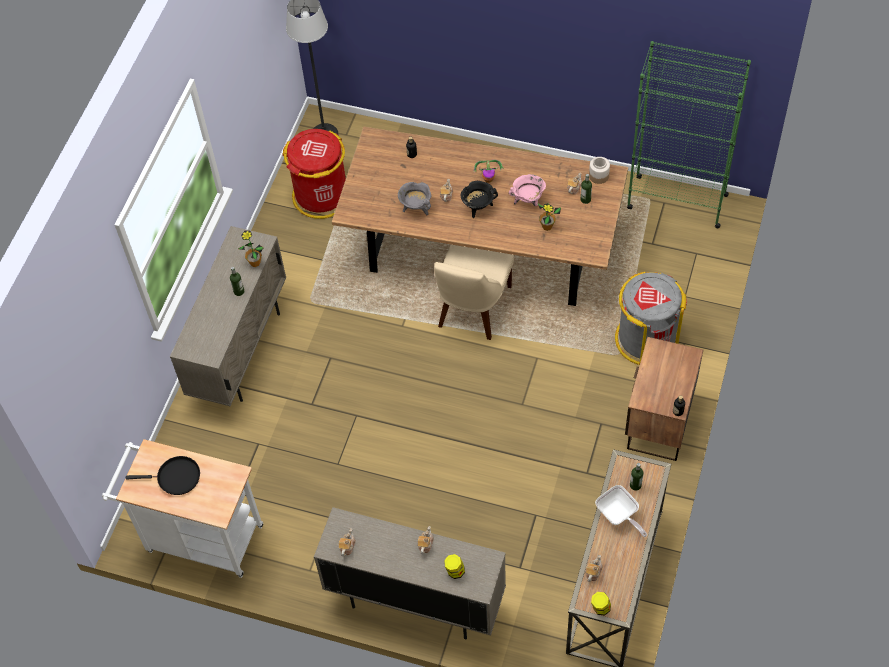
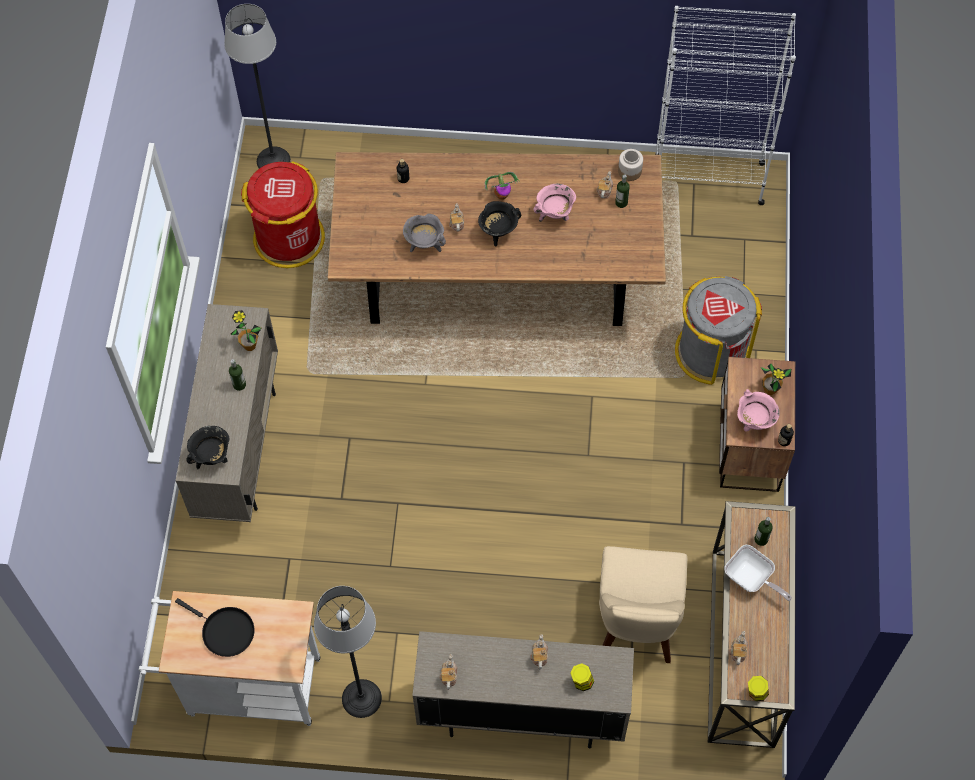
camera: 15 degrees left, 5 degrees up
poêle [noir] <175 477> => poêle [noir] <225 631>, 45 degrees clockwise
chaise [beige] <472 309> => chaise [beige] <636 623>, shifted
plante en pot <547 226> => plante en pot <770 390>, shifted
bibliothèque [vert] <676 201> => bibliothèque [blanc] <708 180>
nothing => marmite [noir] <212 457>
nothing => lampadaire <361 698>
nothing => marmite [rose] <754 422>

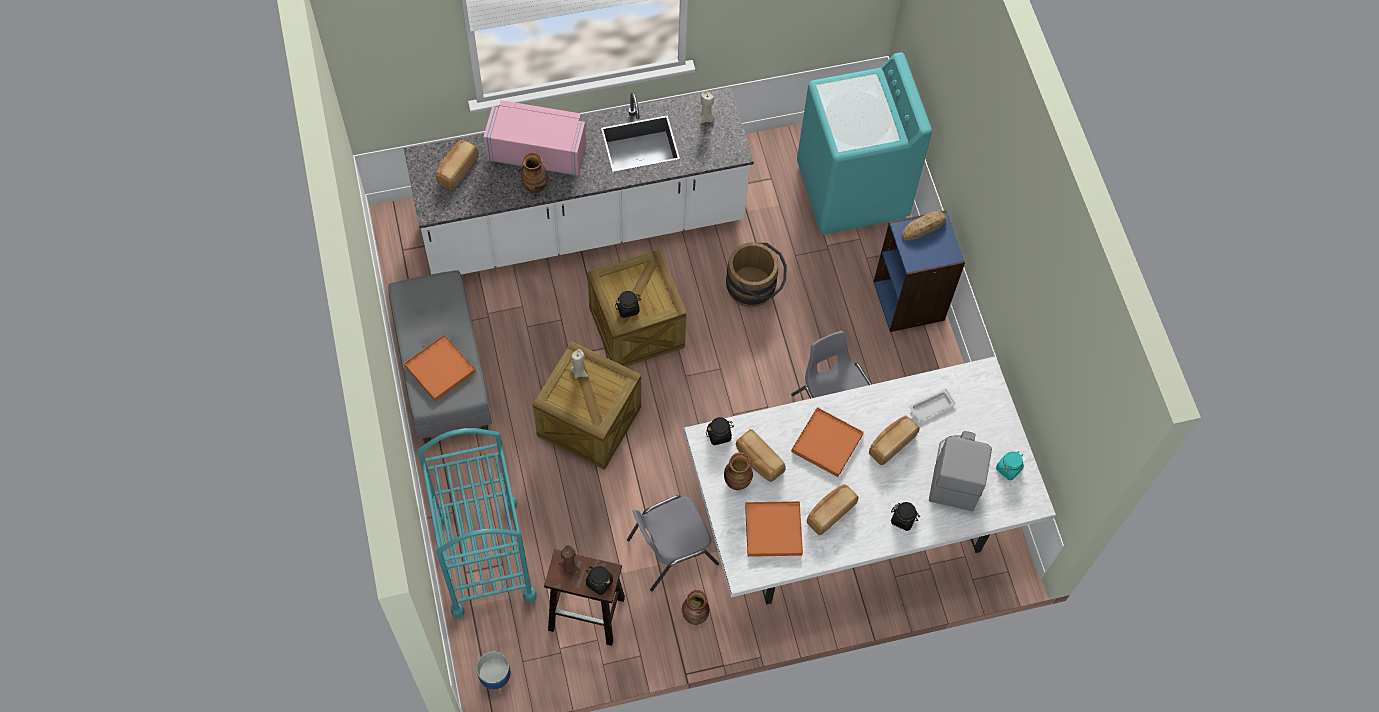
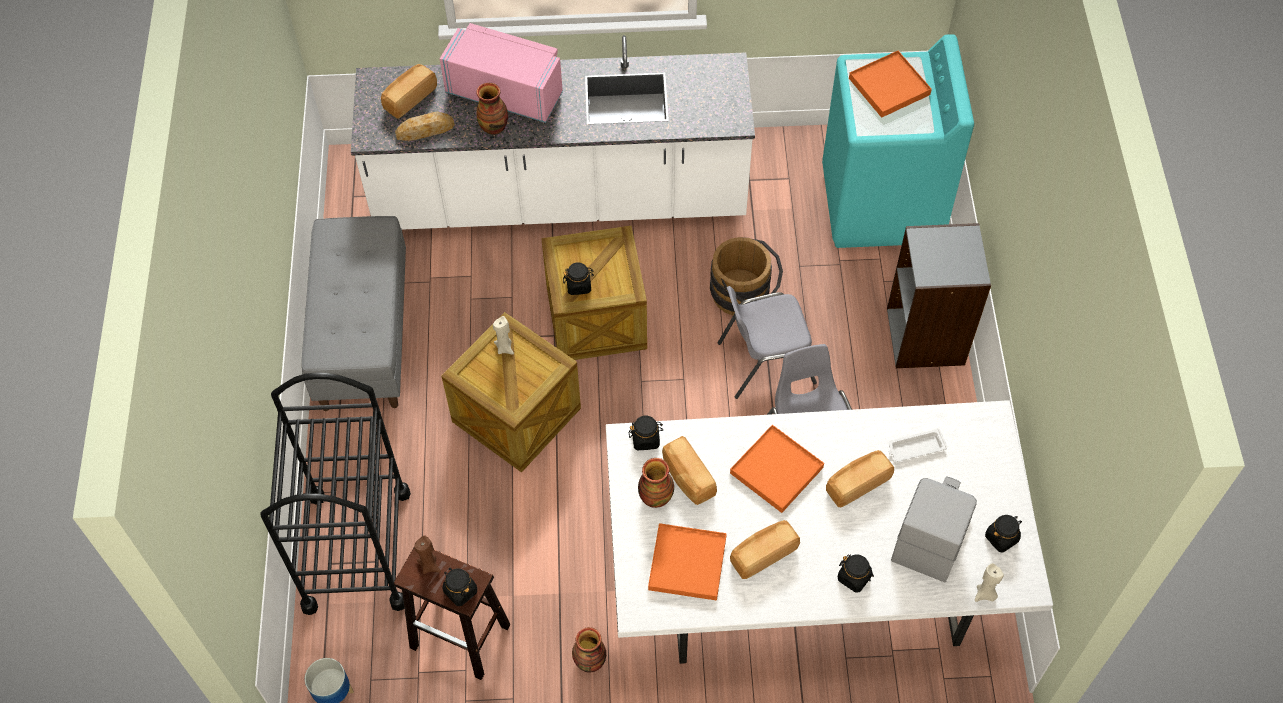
camera: 15 degrees right, 5 degrees down
plateau [orange] <440 369> => plateau [orange] <889 86>, shifted
chariot [turquoise] <484 557> => chariot [noir] <357 549>
chaise [gris] <670 551> => chaise [gris] <764 362>, shifted
bougie [beige] <706 118> => bougie [beige] <985 594>, shifted
bibliothèque [bleu] <909 301> => bibliothèque [gris] <926 336>
pain <923 227> => pain <425 130>, shifted
bocal [turquoise] <1008 468> => bocal [noir] <1001 538>

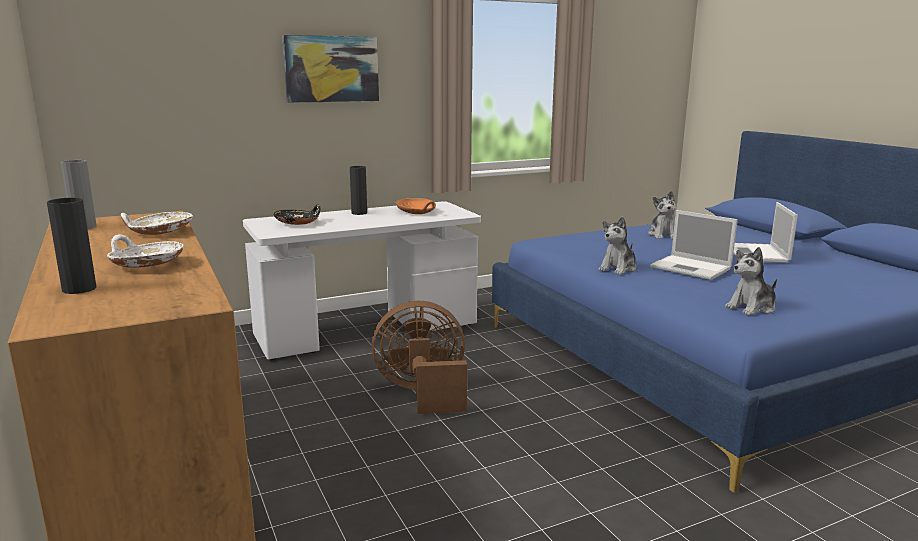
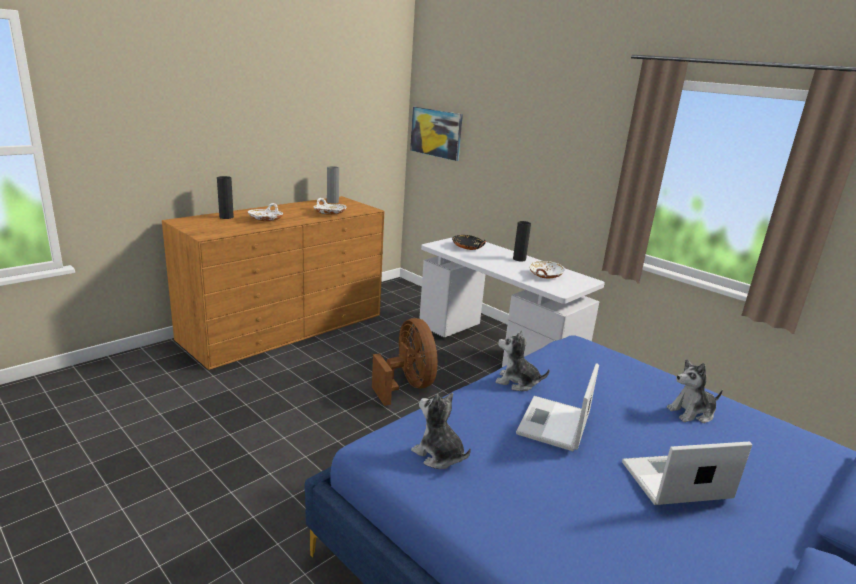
camera: 70 degrees right, 5 degrees up
tableau <331 69> => tableau <436 133>, shifted
bol [orange] <416 212> => bol [blanc] <545 275>

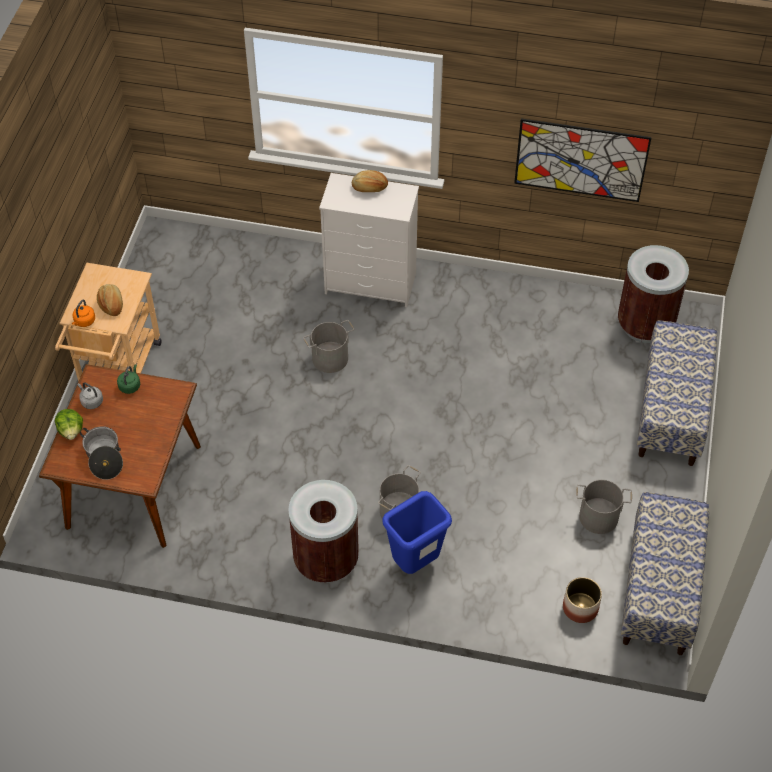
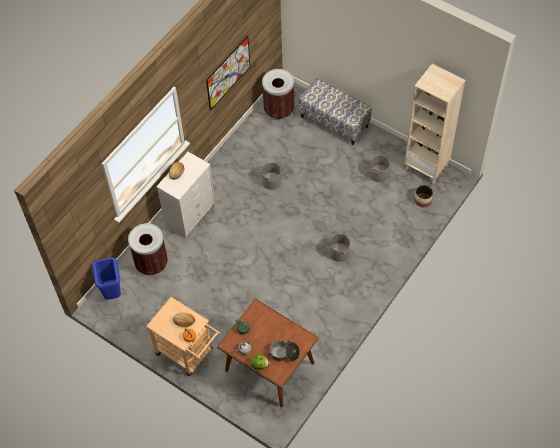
camera: 65 degrees left, 5 degrees up
poubelle [marron] <326 560> => poubelle [marron] <151 263>, shifted
seau [gris] <329 358> => seau [gris] <271 181>, shifted
poubelle [bleu] <416 563> => poubelle [bleu] <112 293>, shifted
banc <659 590> => bibliothèque [beige] <426 167>

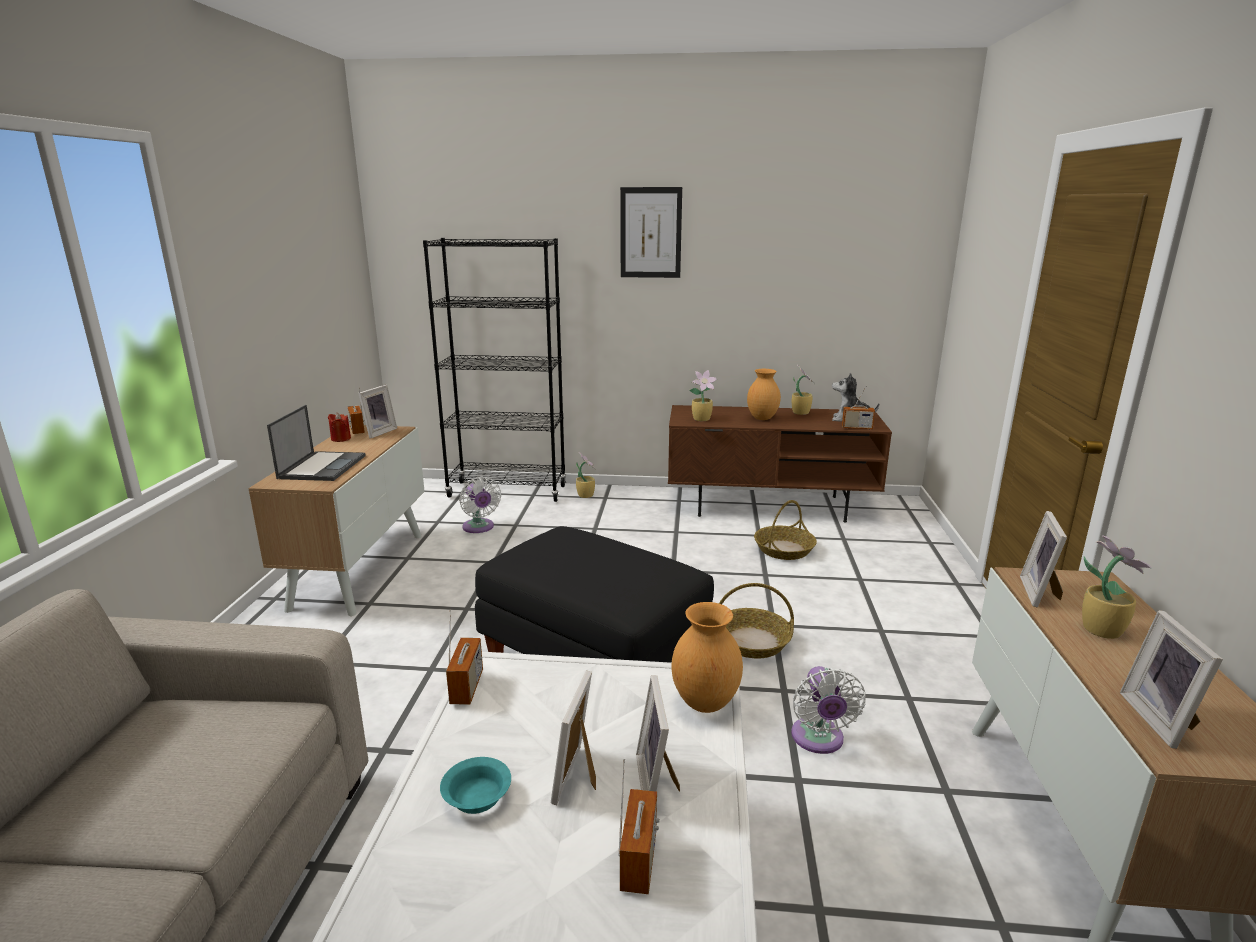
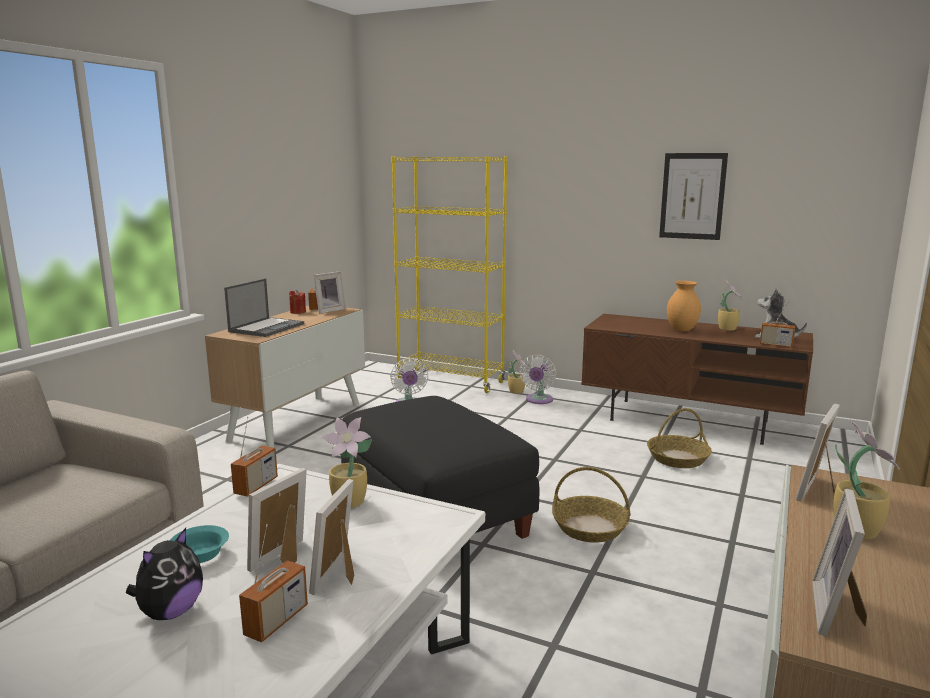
camera: 20 degrees right, 5 degrees down
bibliothèque [noir] <507 491> => bibliothèque [jaune] <451 381>
tableau <650 233> => tableau <692 196>, shifted
vase [marron] <704 702> => nothing
plante en pot <702 419> => plante en pot <350 503>, shifted
ventilateur [blanc] <818 740> => ventilateur [blanc] <538 400>, shifted
nothing => peluche <170 612>

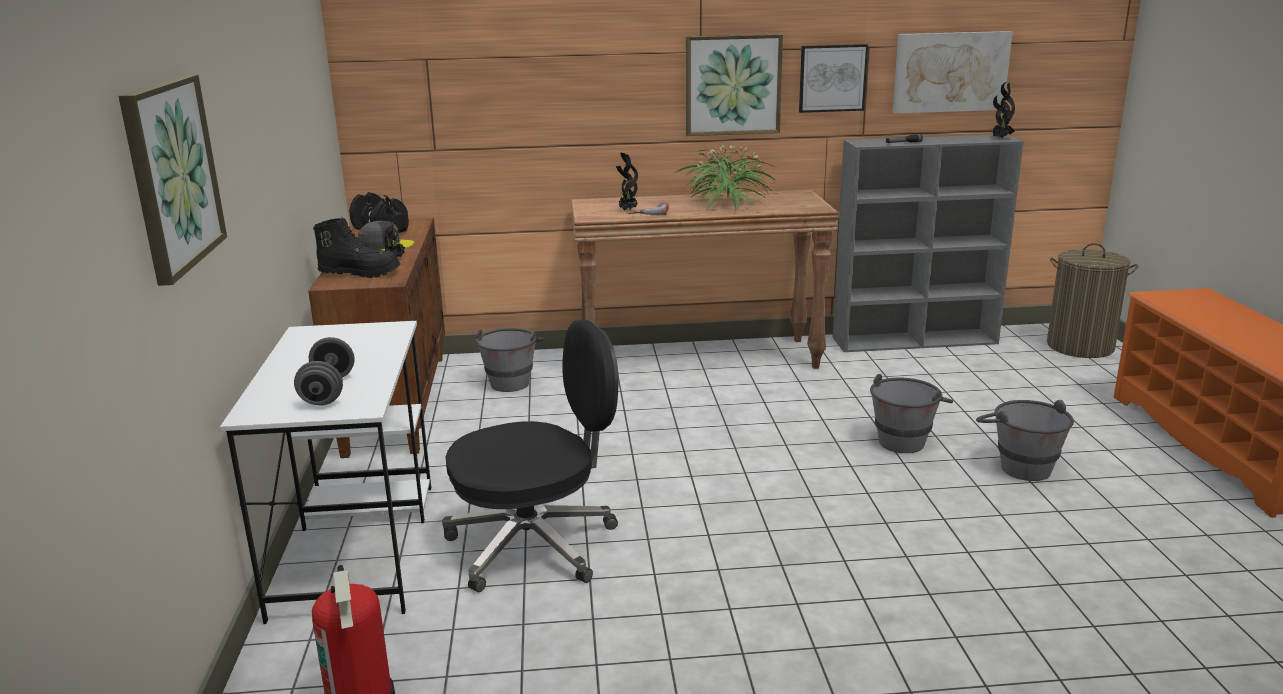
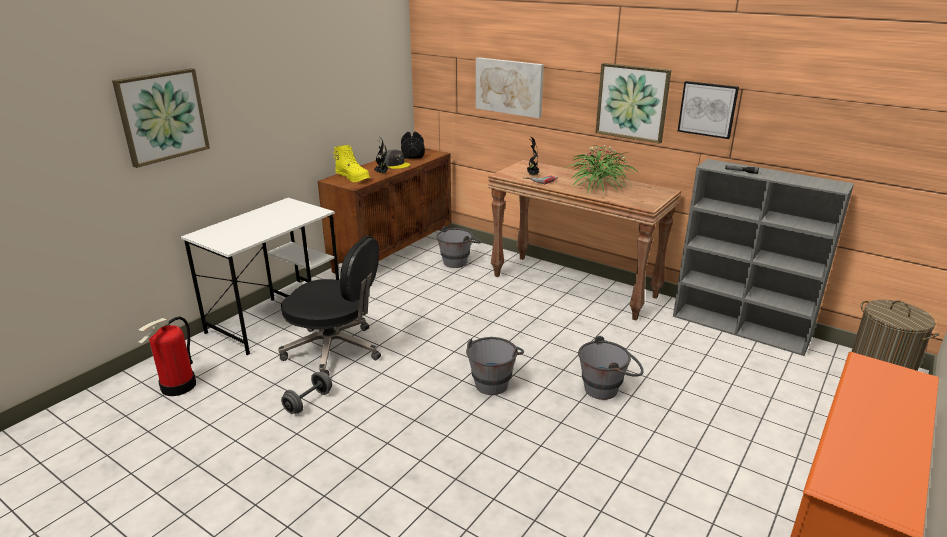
camera: 40 degrees right, 5 degrees up
haltère [gris] <328 391> => haltère [gris] <308 402>, shifted
botte [noir] <360 273> => botte [jaune] <353 177>
tableau <950 72> => tableau <509 87>, shifted
seau [gris] <1018 465> => seau [gris] <493 381>, shifted
plante en pot <1000 138> => nothing

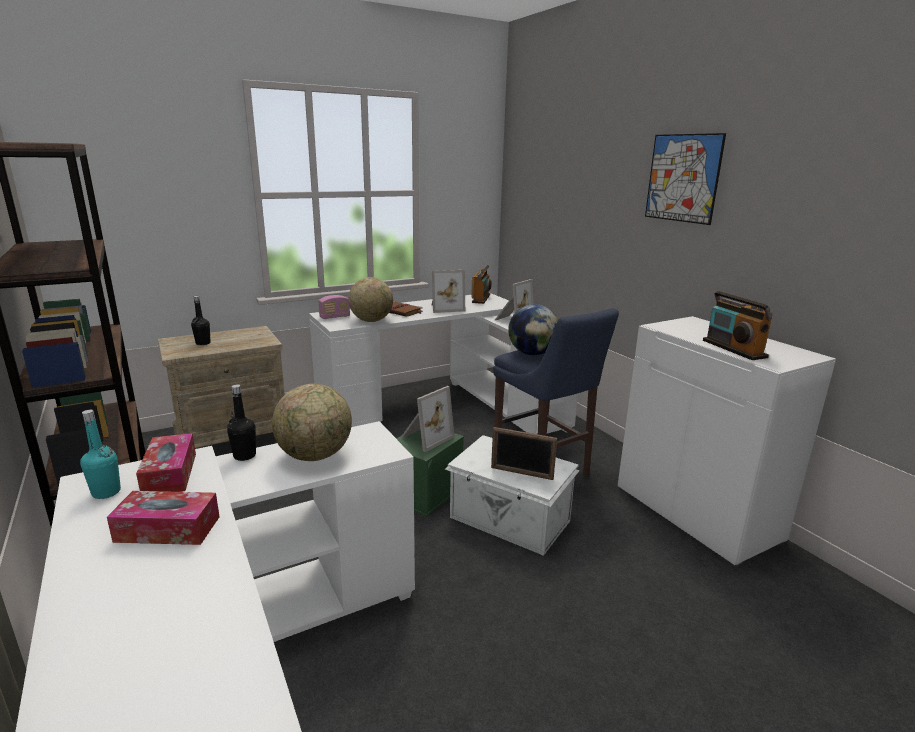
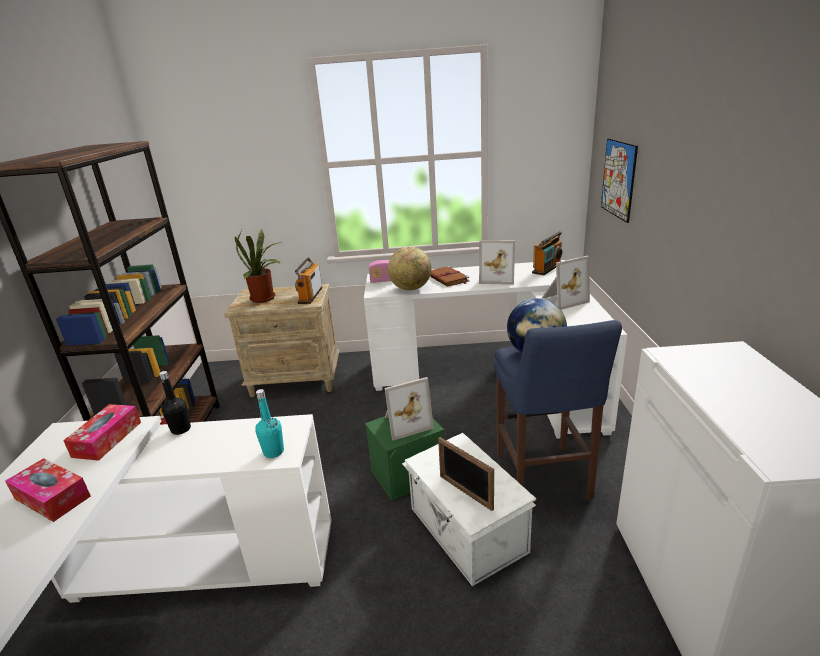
camera: 30 degrees right, 5 degrees up
bouteille [turquoise] <106 492> => bouteille [turquoise] <273 452>, shifted
bouteille [noir] <203 343> => plante en pot <265 298>
globe <315 456> => nothing
tableau <682 178> => tableau <618 179>, shifted
radio <733 349> => radio <310 295>, shifted

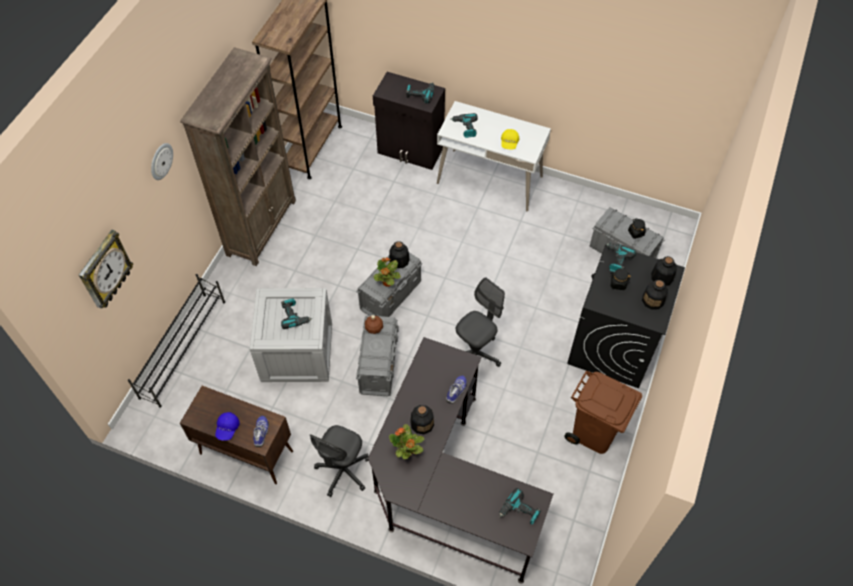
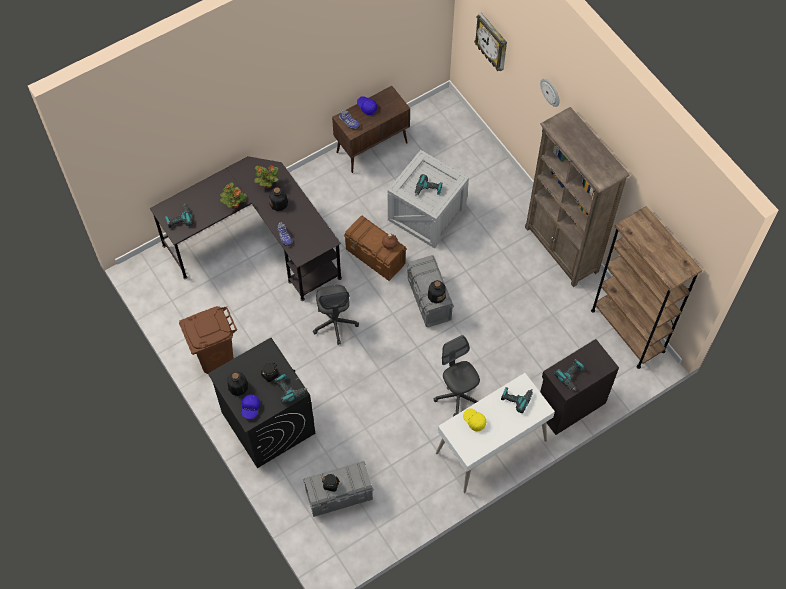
camera: 125 degrees right, 5 degrees up
étagère à chaussures [noir] <184 348> => nothing
chaise de bureau [gris] <343 471> => chaise de bureau [gris] <457 395>, shifted
boîte de rangement [gris] <379 365> => boîte de rangement [marron] <375 257>
plante en pot <387 283> => plante en pot <234 204>, shifted
bouteille <661 277> => casquette [bleu] <250 408>

